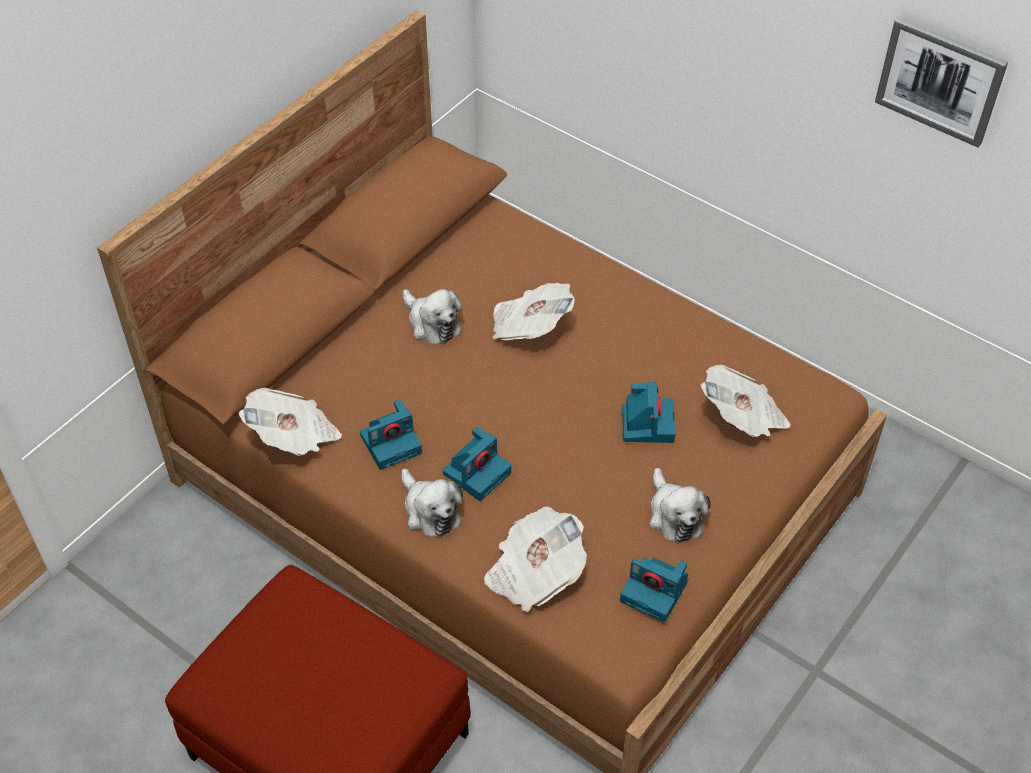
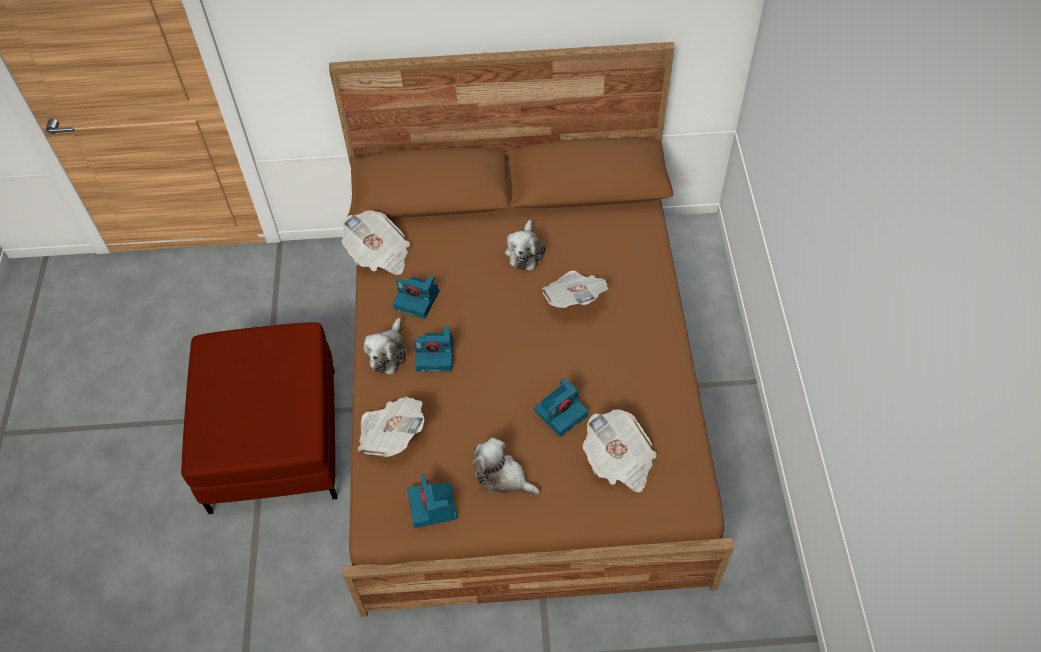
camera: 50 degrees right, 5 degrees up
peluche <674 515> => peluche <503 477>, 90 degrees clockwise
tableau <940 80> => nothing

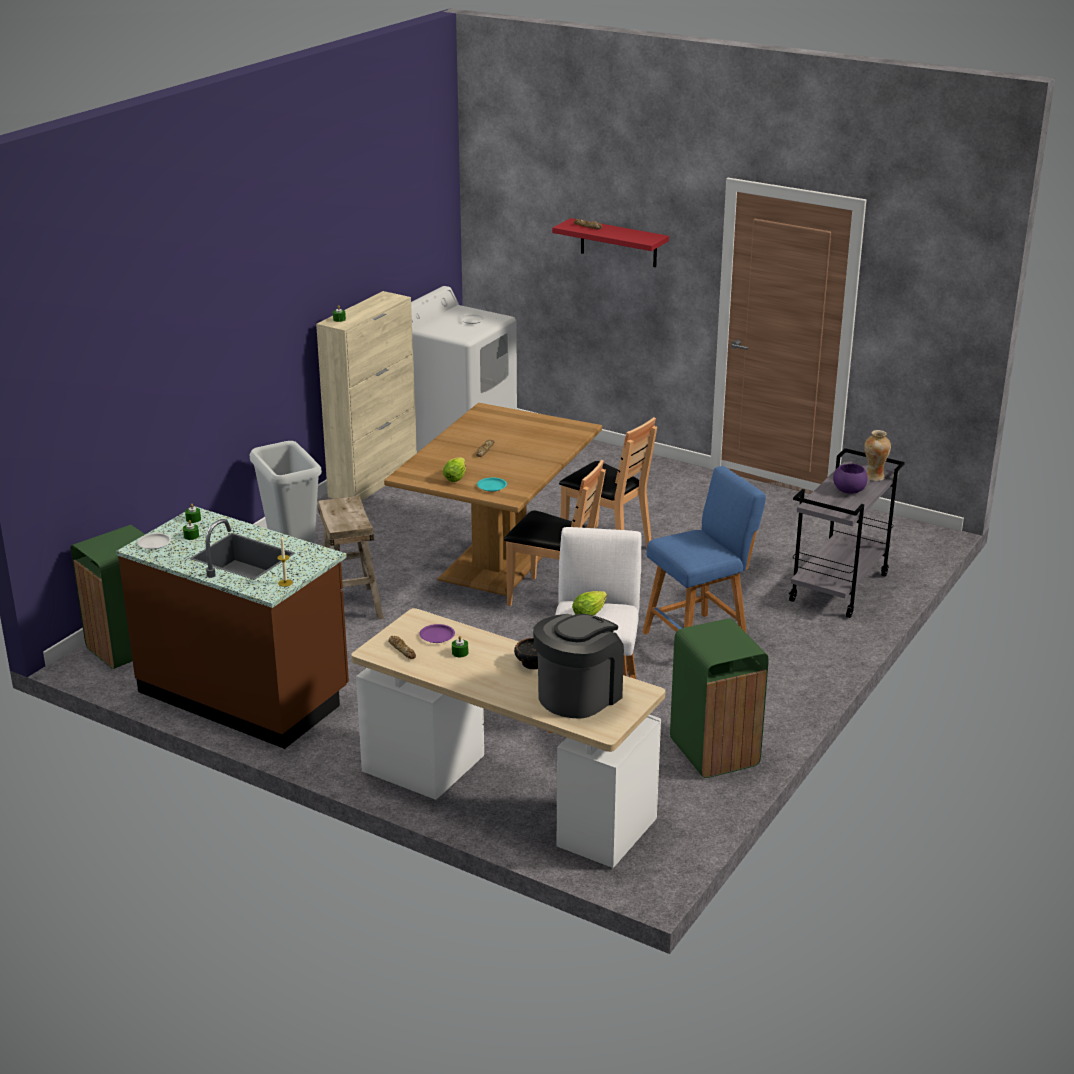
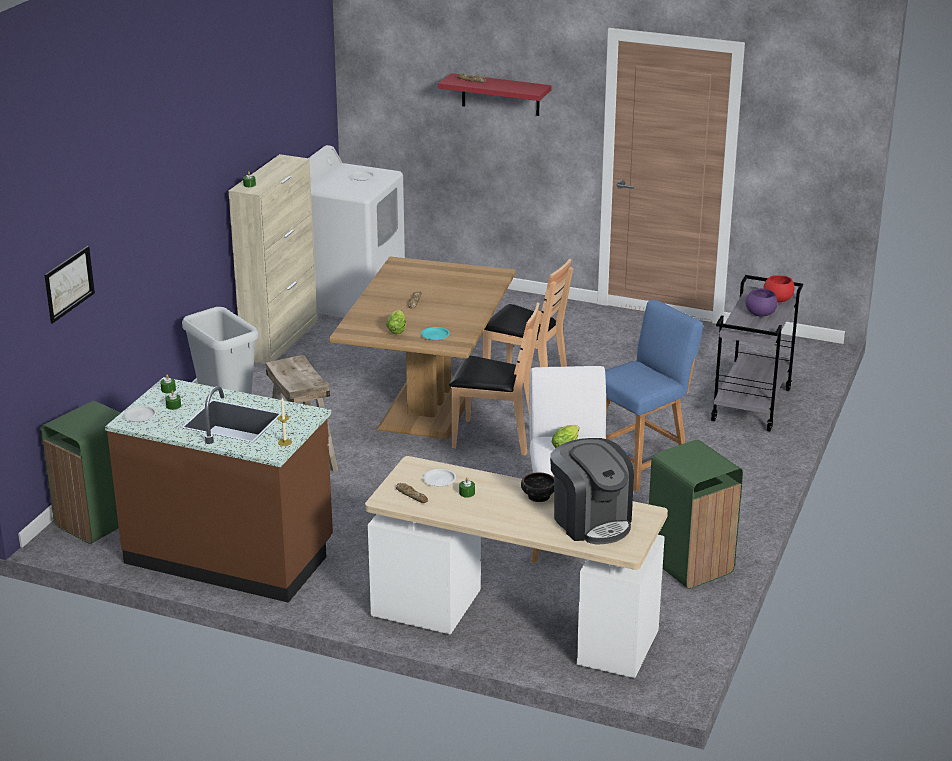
camera: 10 degrees left, 0 degrees up
assiette [violet] <437 636> => assiette [blanc] <439 480>
machine à café <578 694> => machine à café <591 521>, 120 degrees clockwise
vase <874 477> => bol [rouge] <778 299>
nothing => tableau <69 284>

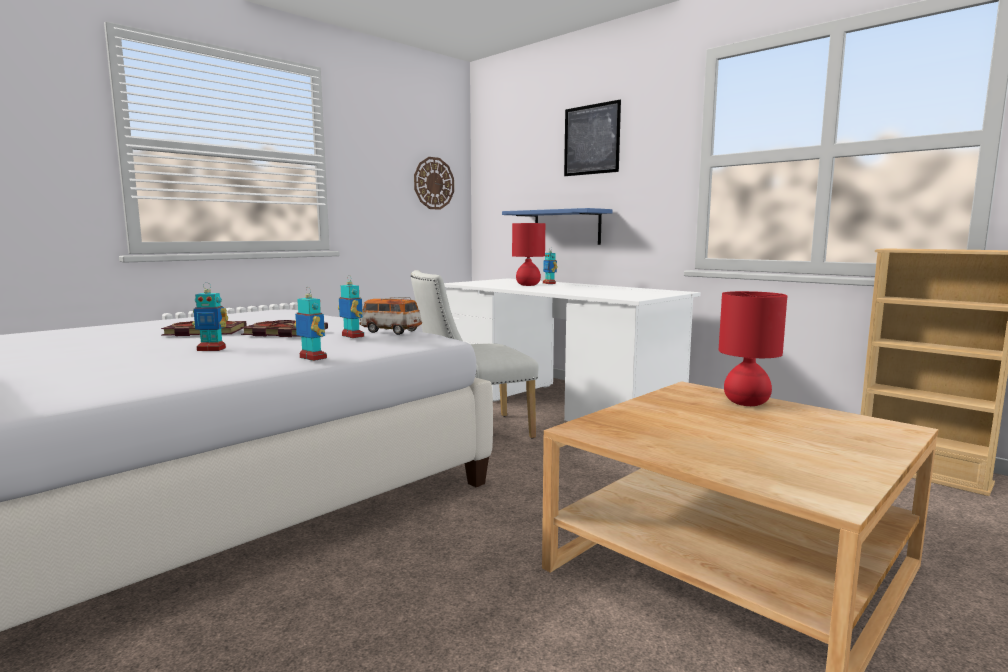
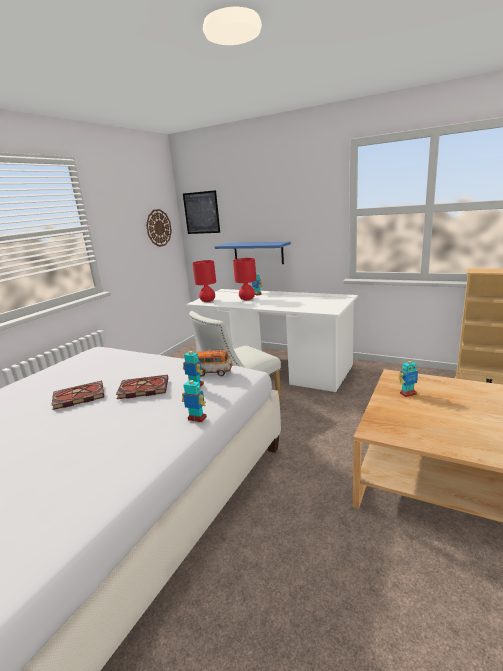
camera: 15 degrees left, 10 degrees up
robot jouet <211 349> => robot jouet <407 393>, shifted
tableau <591 139> => tableau <201 213>, shifted
lampe de table [rouge] <745 403> => lampe de table [rouge] <207 301>, shifted

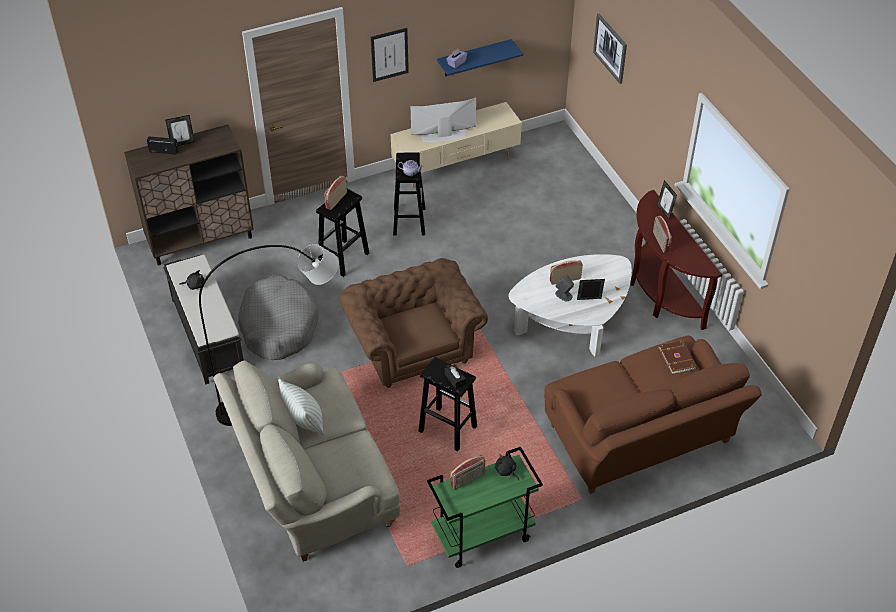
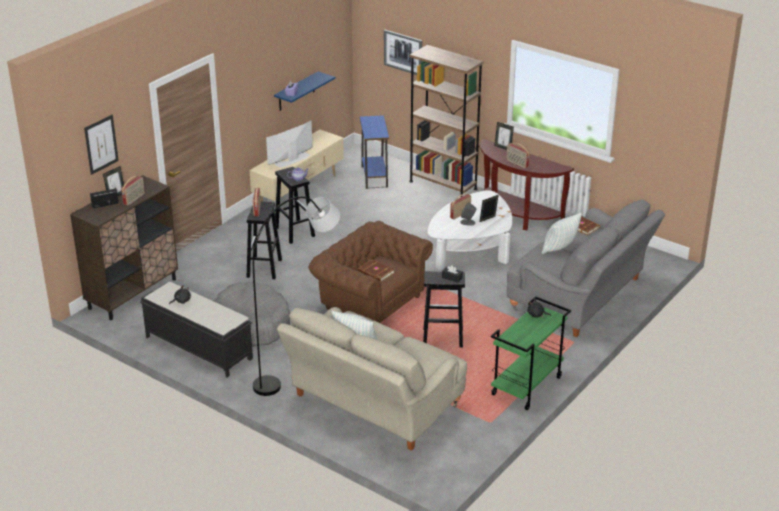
camera: 30 degrees left, 15 degrees down
tableau <389 54> => tableau <101 144>, shifted
radio <468 480> => radio <134 199>, shifted
canapé [marron] <641 439> => canapé [gris] <581 297>
nothing => livre [marron] <375 272>
nothing => table d'appoint [bleu] <374 177>
nothing => bibliothèque [marron] <443 185>
nothing => coussin <559 249>

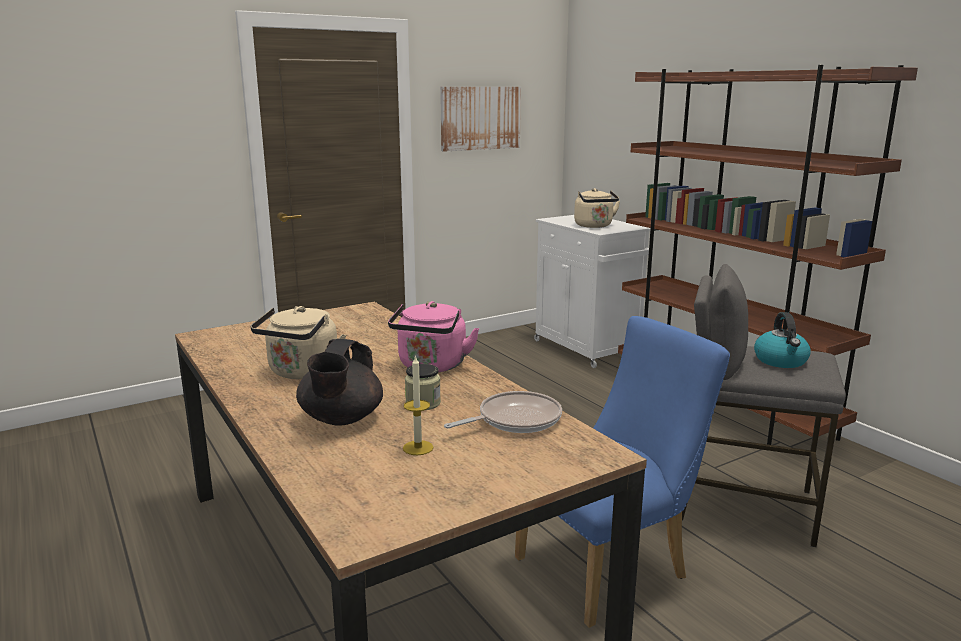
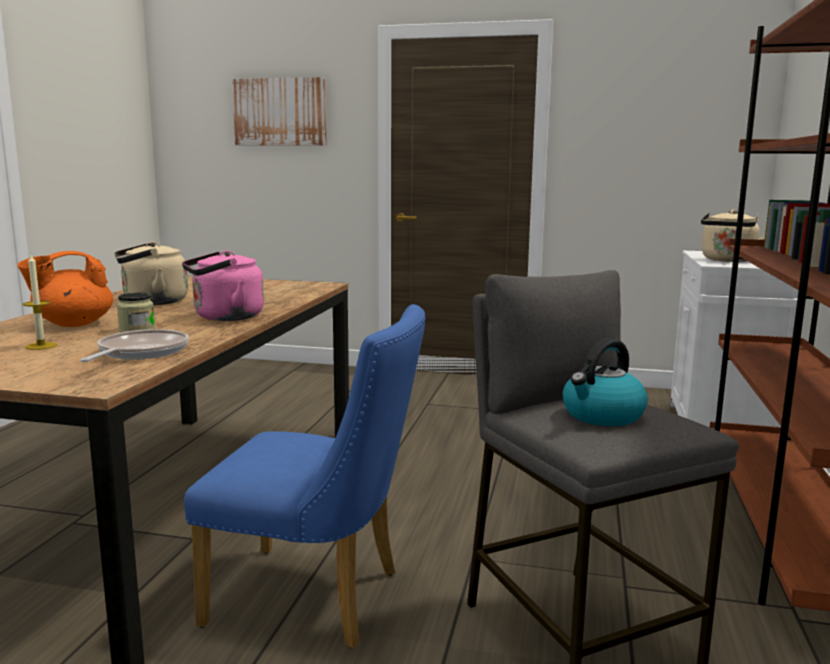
camera: 45 degrees right, 5 degrees down
théière [noir] <341 419> => théière [orange] <72 324>
tableau <480 118> => tableau <280 112>, shifted
poêle <515 420> => poêle <140 353>, 90 degrees counterclockwise

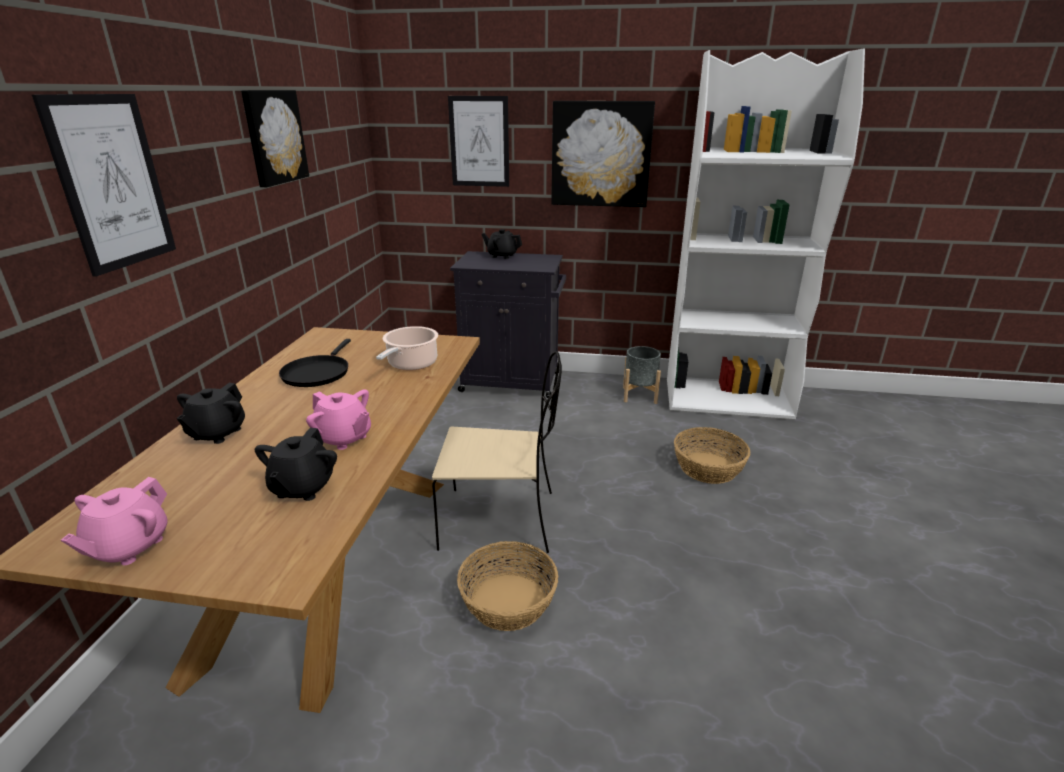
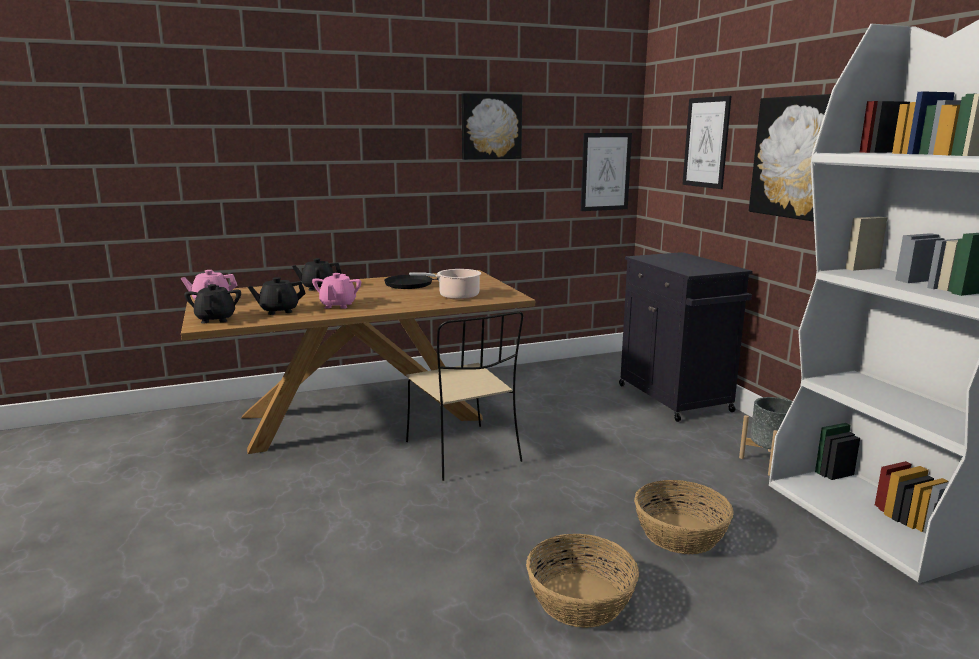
camera: 60 degrees right, 10 degrees down
tableau <112 182> => tableau <605 172>, shifted
panier <508 601> => panier <581 599>, shifted
théière [noir] <502 256> => théière [noir] <216 319>, shifted

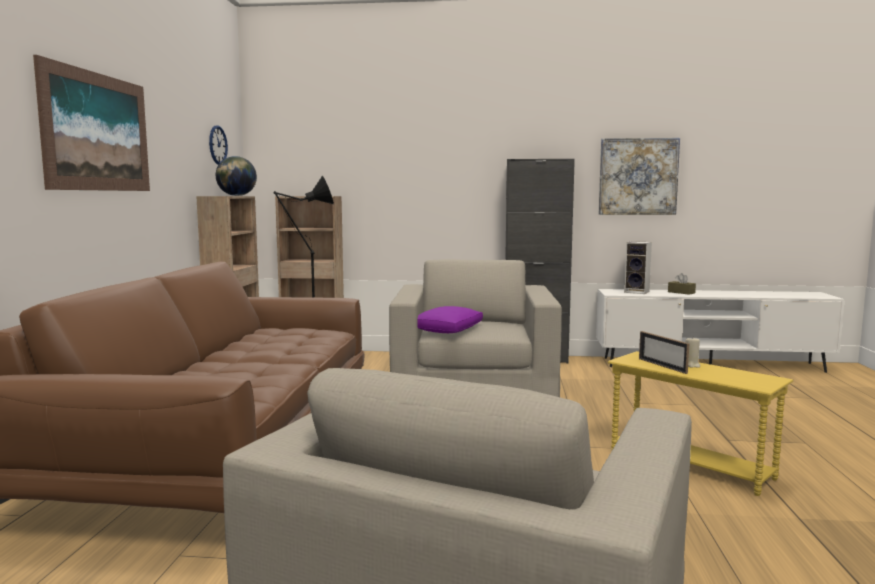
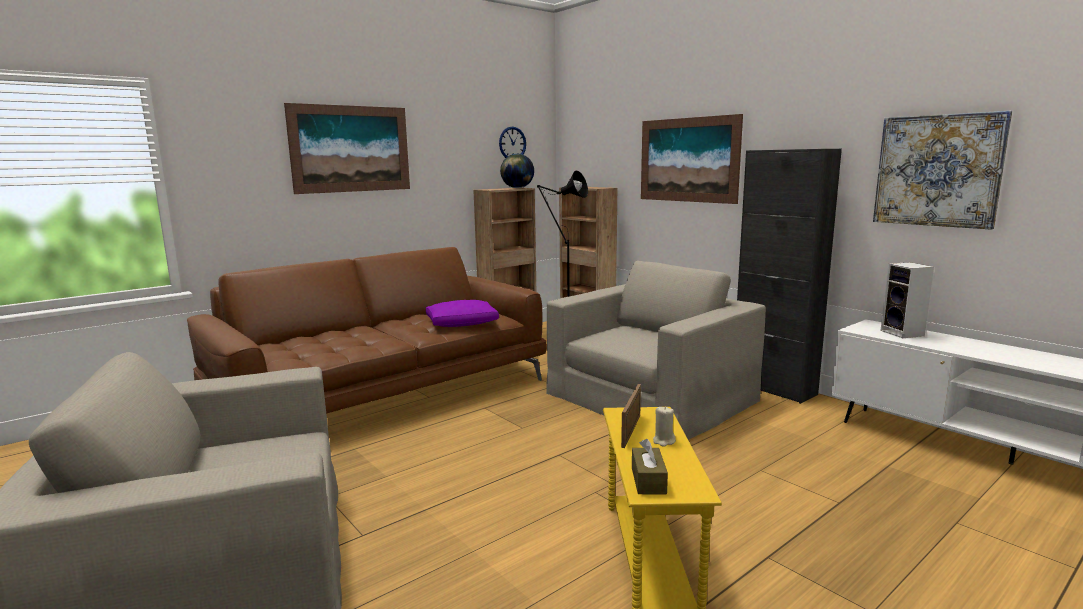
camera: 45 degrees right, 5 degrees up
coussin [violet] <448 330> => coussin [violet] <462 323>, shifted
boîte à mouchoirs [marron] <681 292> => boîte à mouchoirs [marron] <648 480>, shifted
nothing => tableau <688 160>

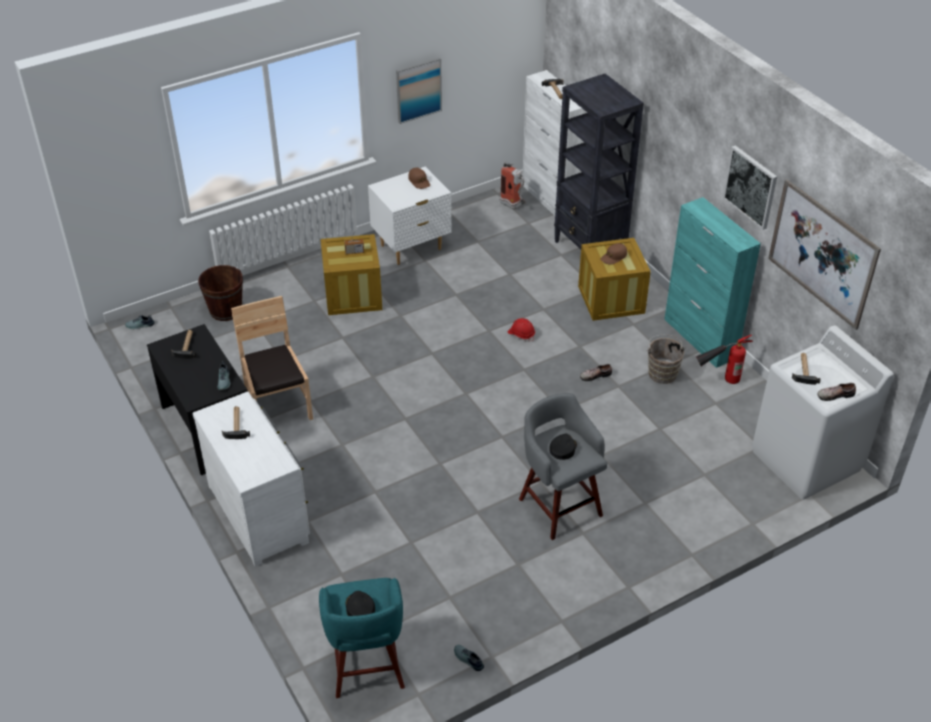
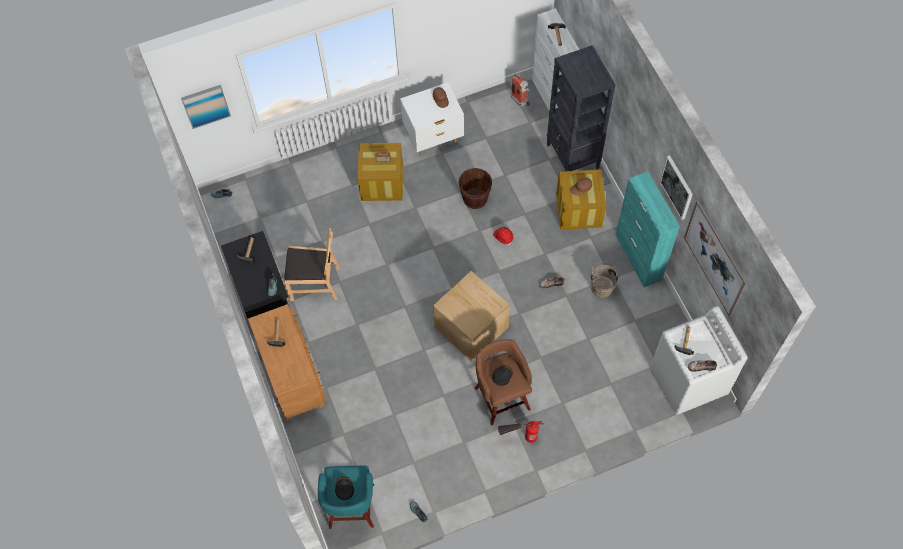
camera: 10 degrees right, 20 degrees up
commode [blanc] <260 512> => commode [marron] <294 376>
seau [marron] <225 310> => seau [marron] <475 198>, shifted
chaise [marron] <277 405> => chaise [marron] <315 283>, 105 degrees clockwise
tableau <418 90> => tableau <206 106>, shifted
tabouret [gris] <559 505> => tabouret [marron] <501 397>
extincteur <718 380> => extincteur <519 437>, shifted
nothing => carton <471 326>

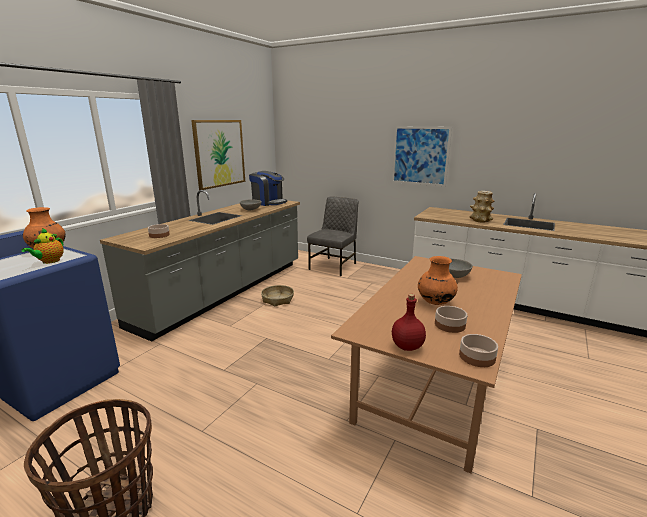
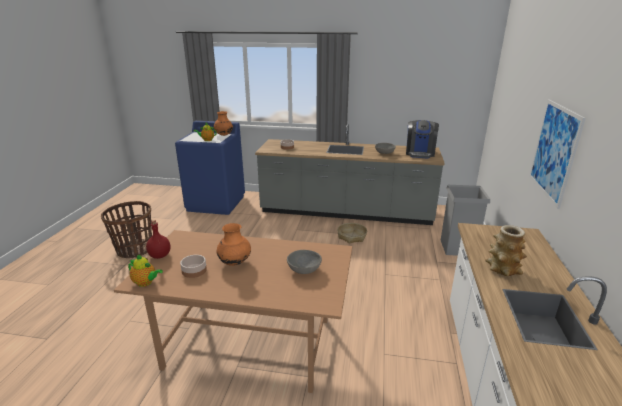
camera: 70 degrees right, 5 degrees up
tableau <219 153> => nothing
chaise [gris] <334 266> => poubelle [gris] <457 248>
bol <477 357> => théière <146 283>

